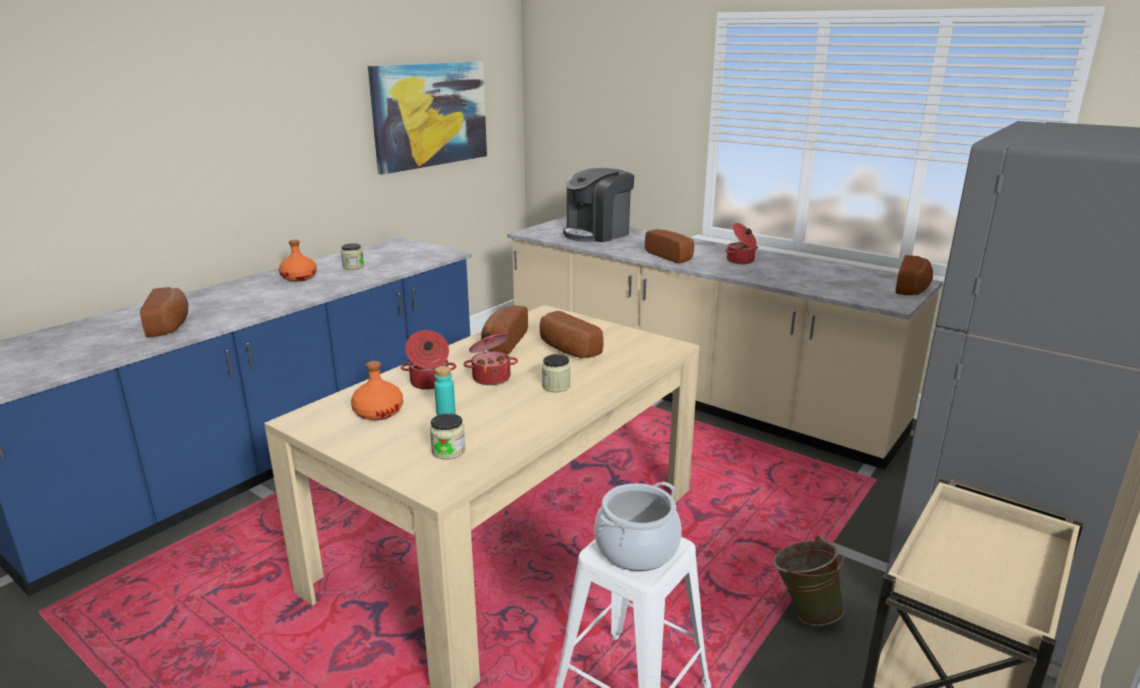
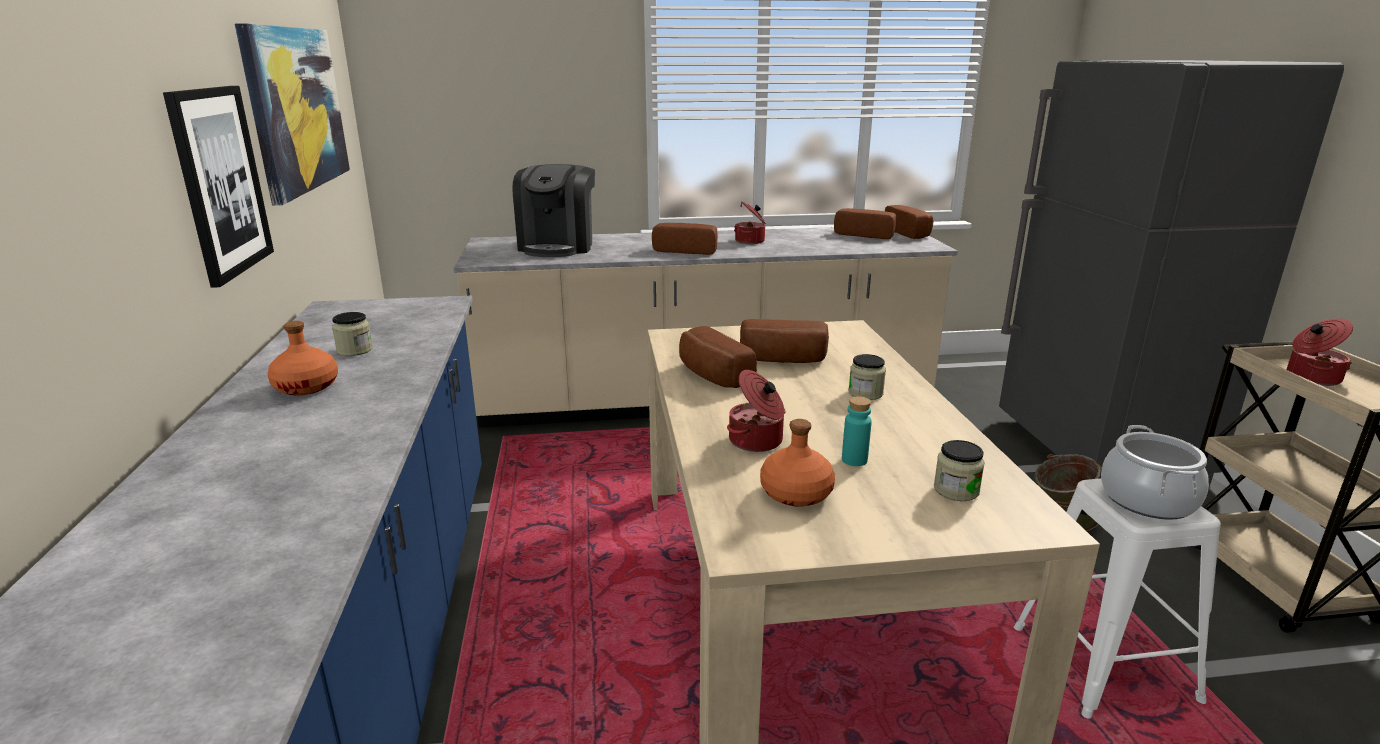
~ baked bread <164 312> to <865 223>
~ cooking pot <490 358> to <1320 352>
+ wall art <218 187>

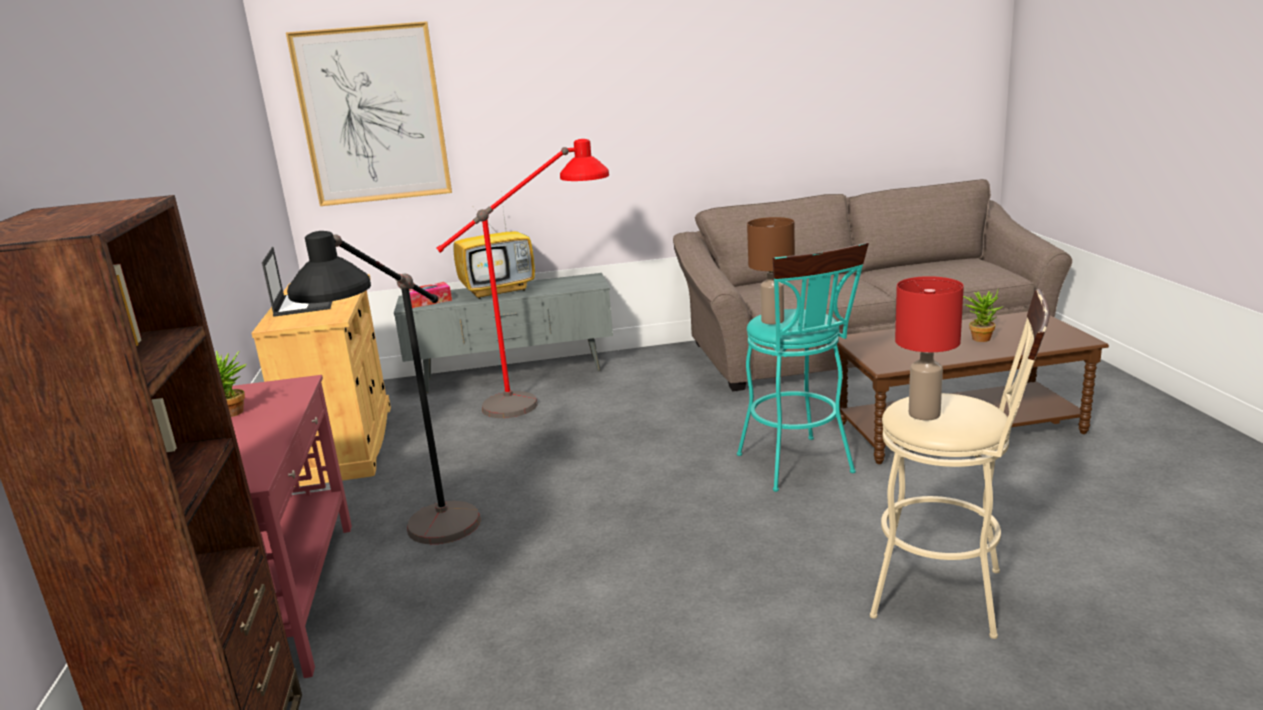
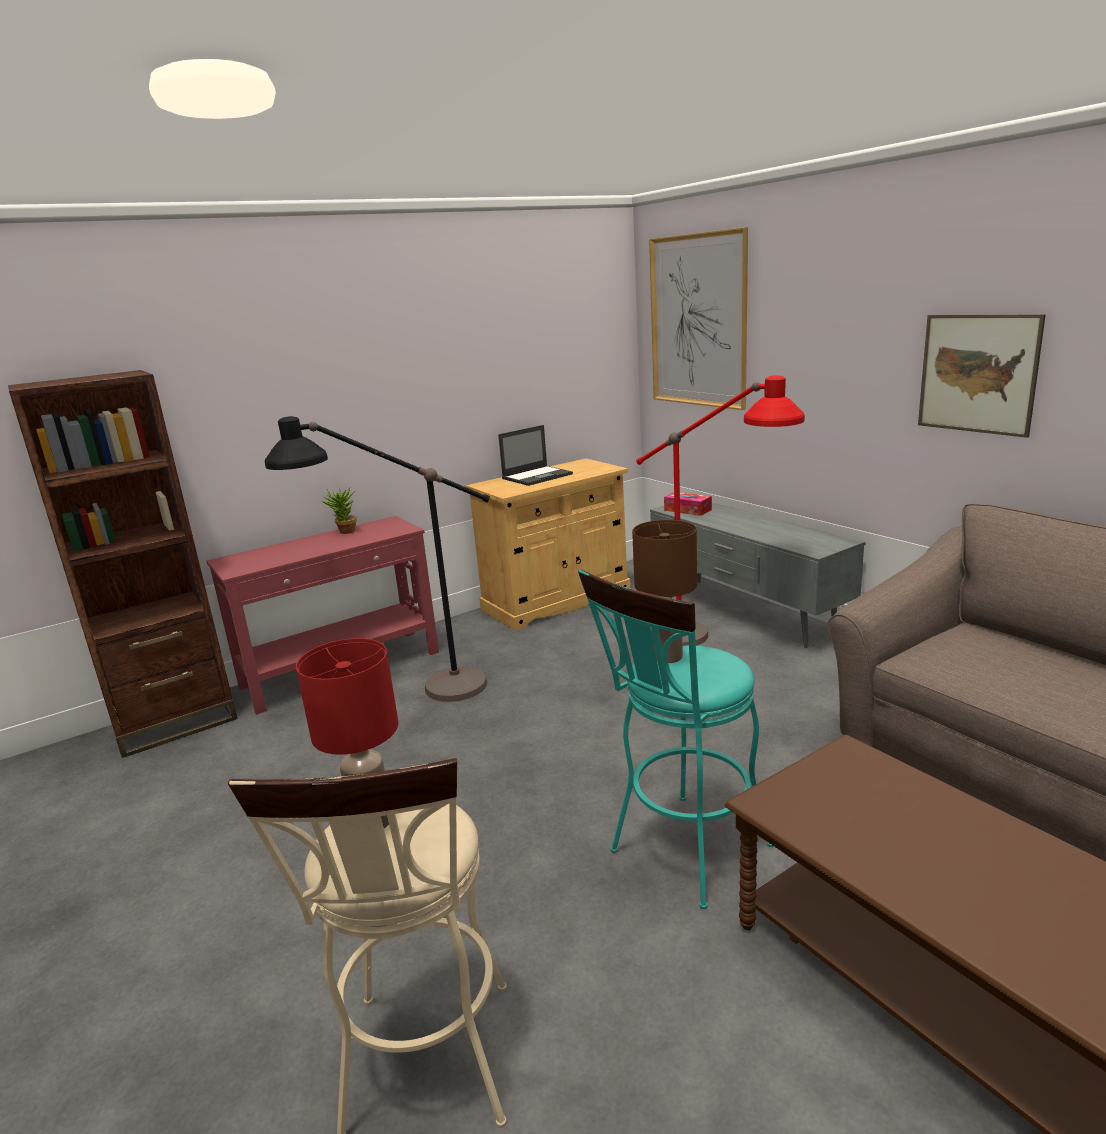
- TV <494 246>
- plant in a pot <983 315>
+ wall art <982 376>

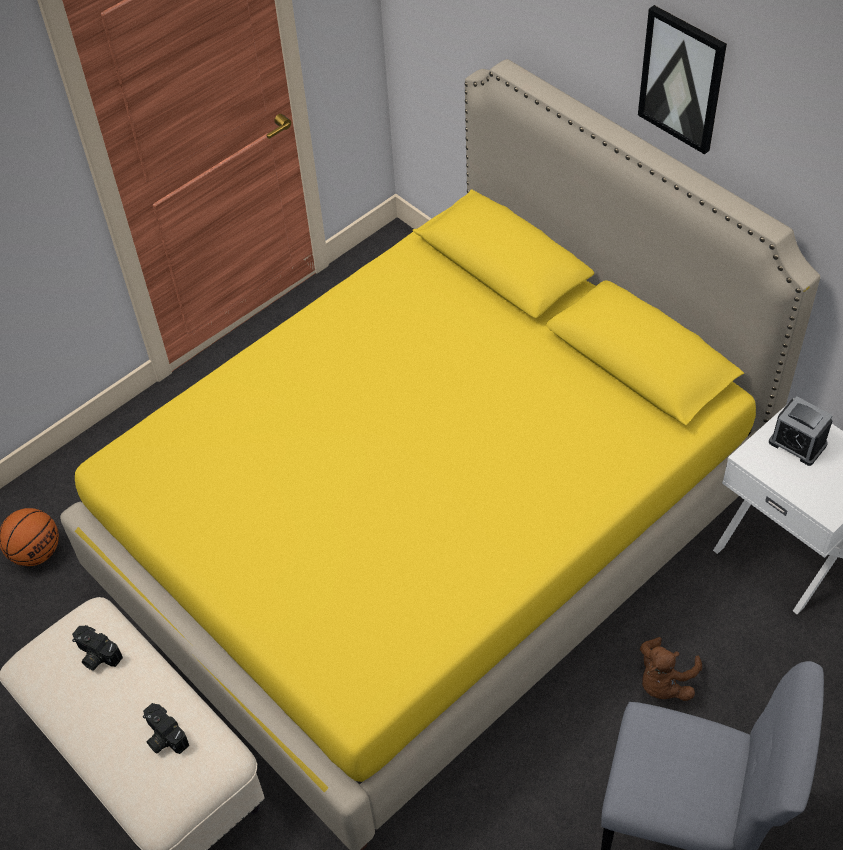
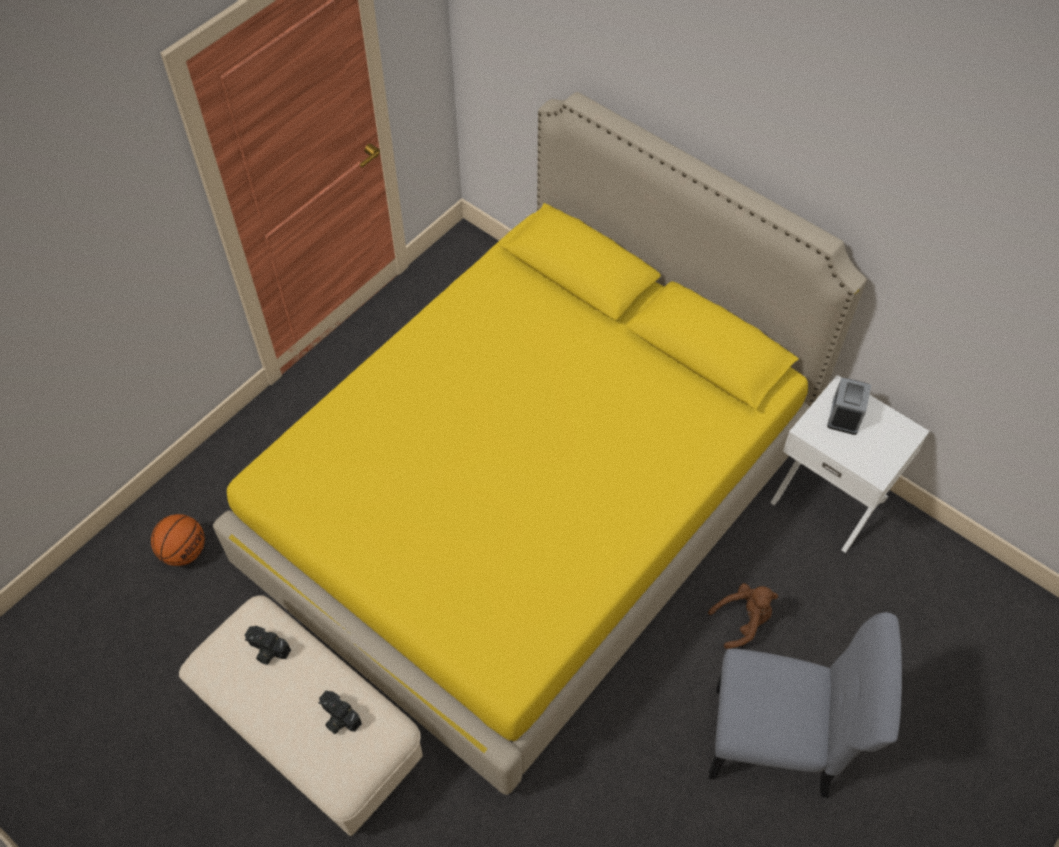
- wall art <682 79>
~ plush toy/brown <671 669> = <743 616> 135 degrees counterclockwise
~ table clock <801 431> = <849 406> 75 degrees clockwise

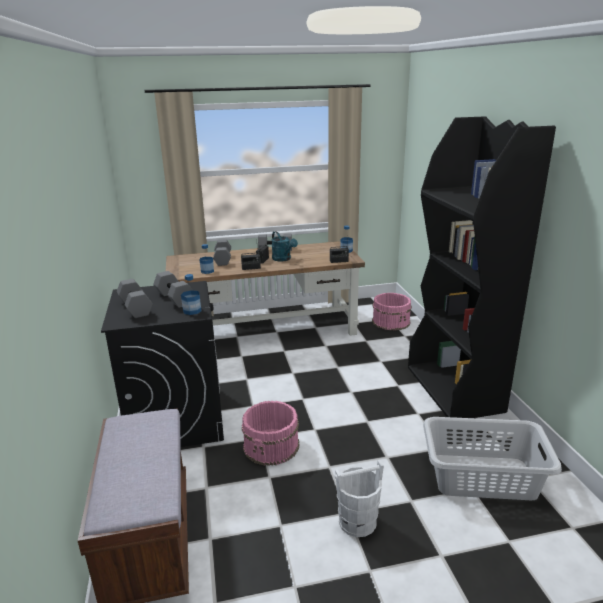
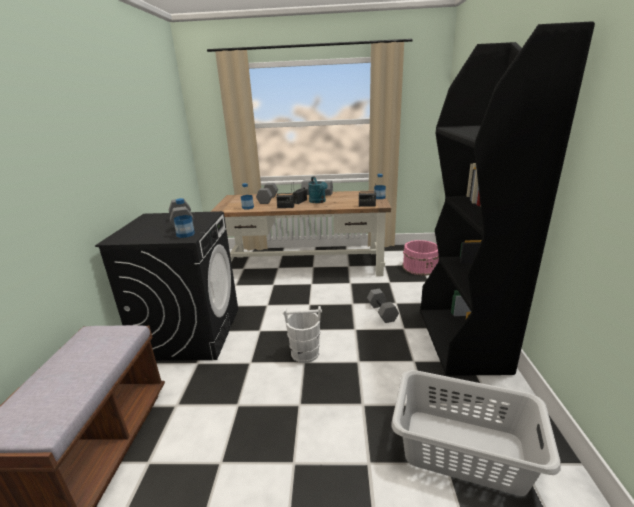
~ free weight/gray <135 298> to <383 306>
- water bucket/pink-coloured <270 433>
~ water bucket/white-coloured <359 498> to <302 334>

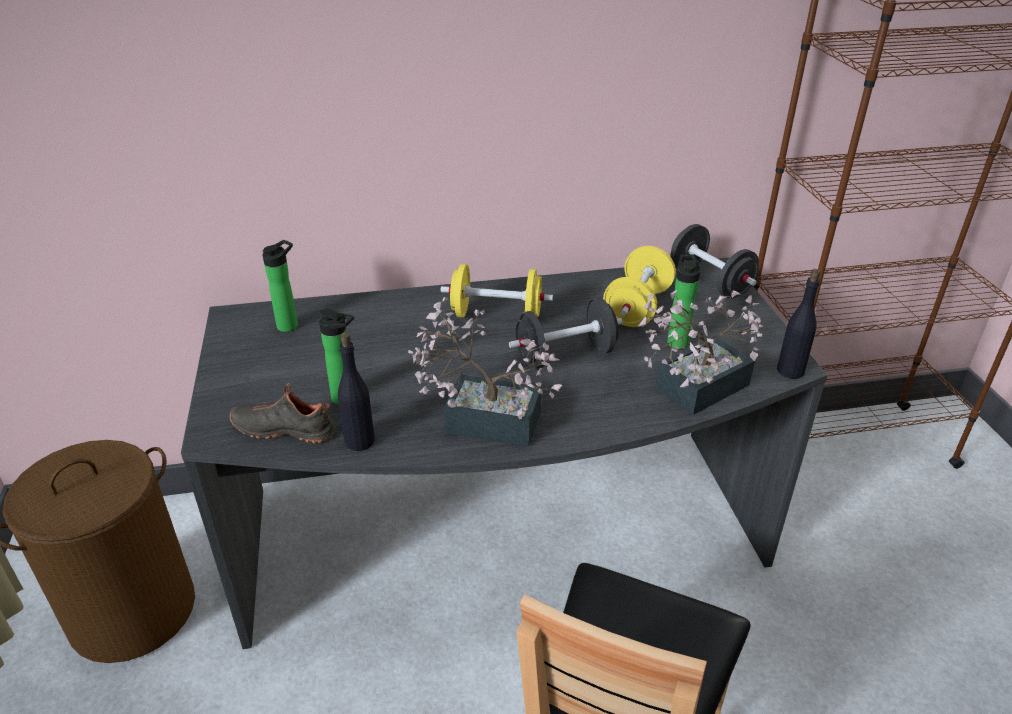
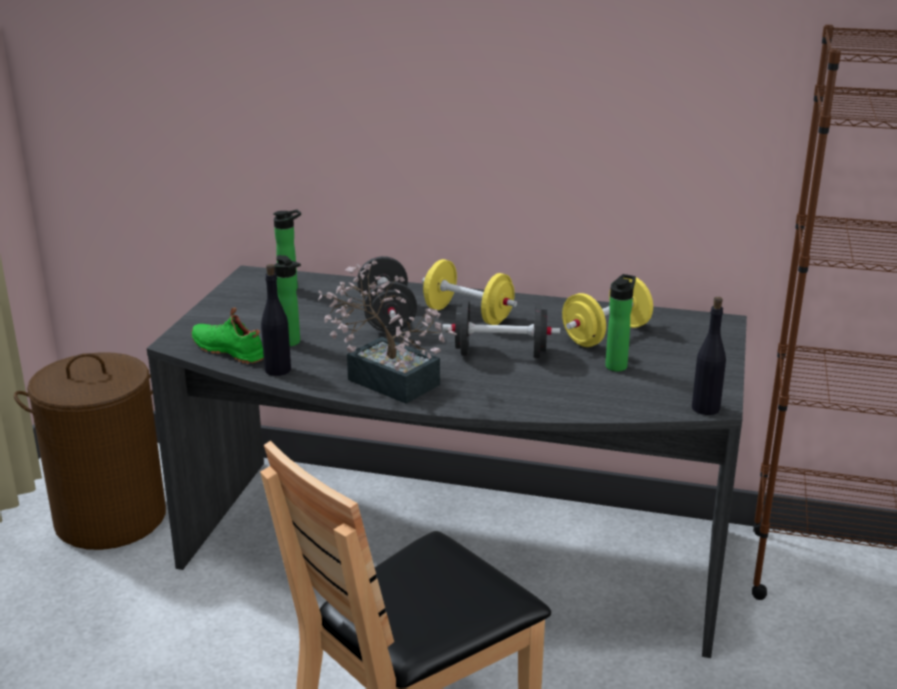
~ item of footwear/black-coloured <282 413> to item of footwear/green-coloured <227 335>
- plant in a pot <700 352>
~ free weight/black-coloured <714 261> to <387 294>

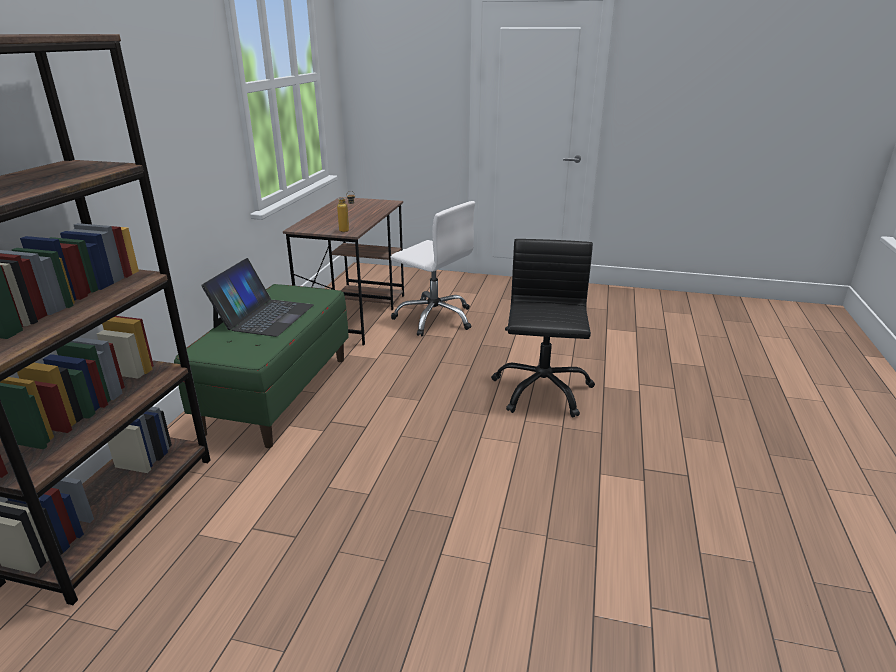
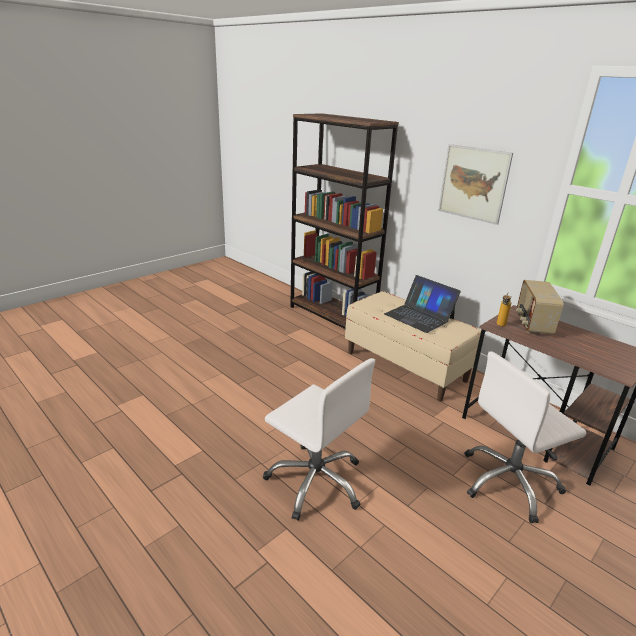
~ bench/green-coloured <261 366> to bench/sand-coloured <413 346>
~ office chair/black-coloured <543 328> to office chair/white-coloured <319 439>
+ wall art <475 184>
+ radio <540 307>

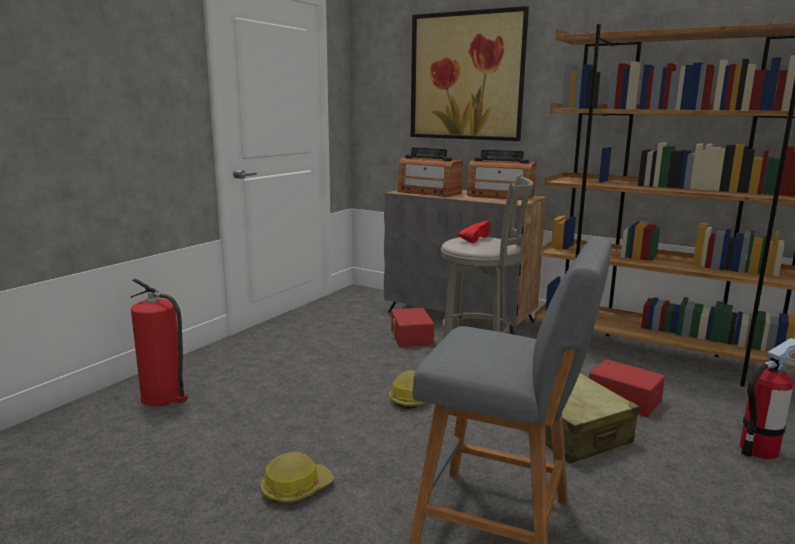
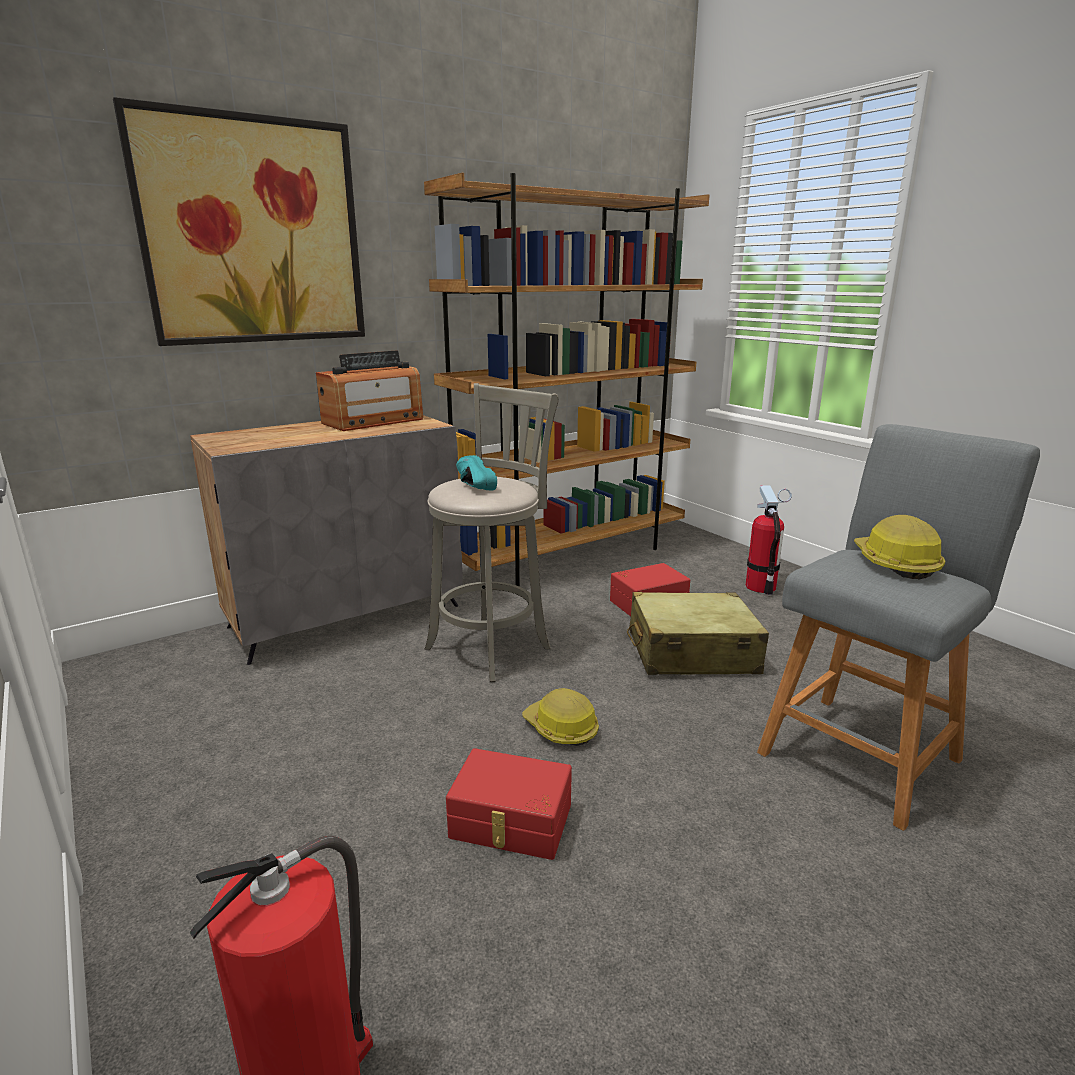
~ hard hat <297 477> to <899 547>
~ storage container/red-coloured <412 327> to <509 804>
- radio <430 172>
~ item of footwear/red-coloured <474 232> to item of footwear/turquoise <476 472>

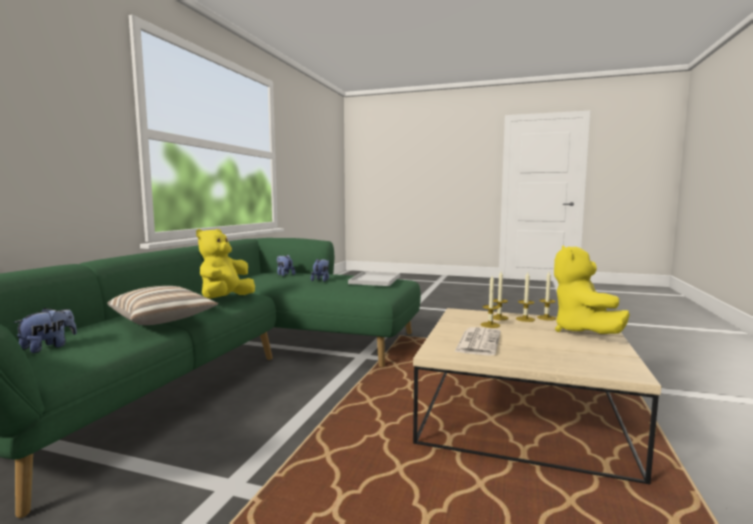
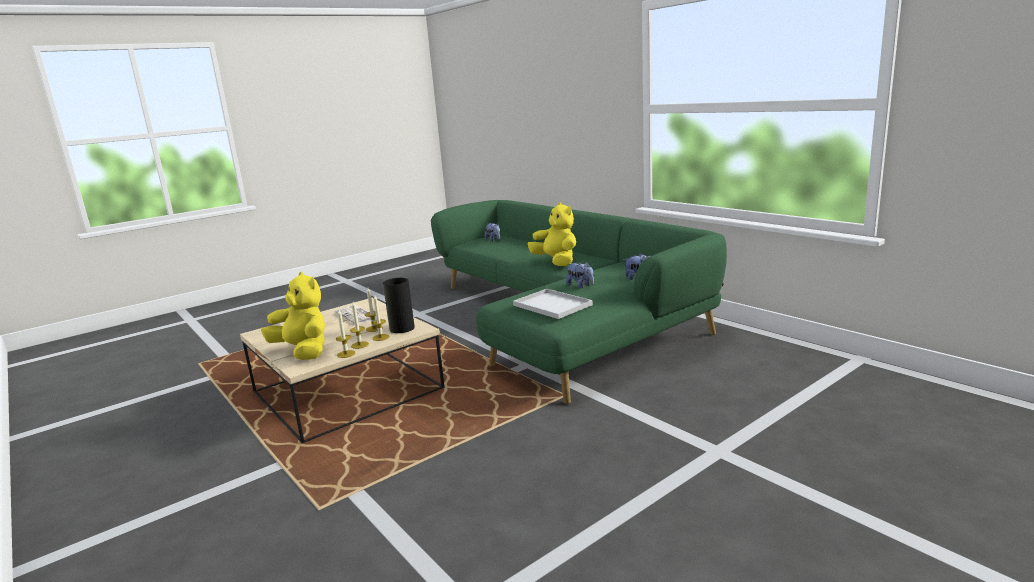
- pillow <162 305>
+ decorative vase <399 305>

